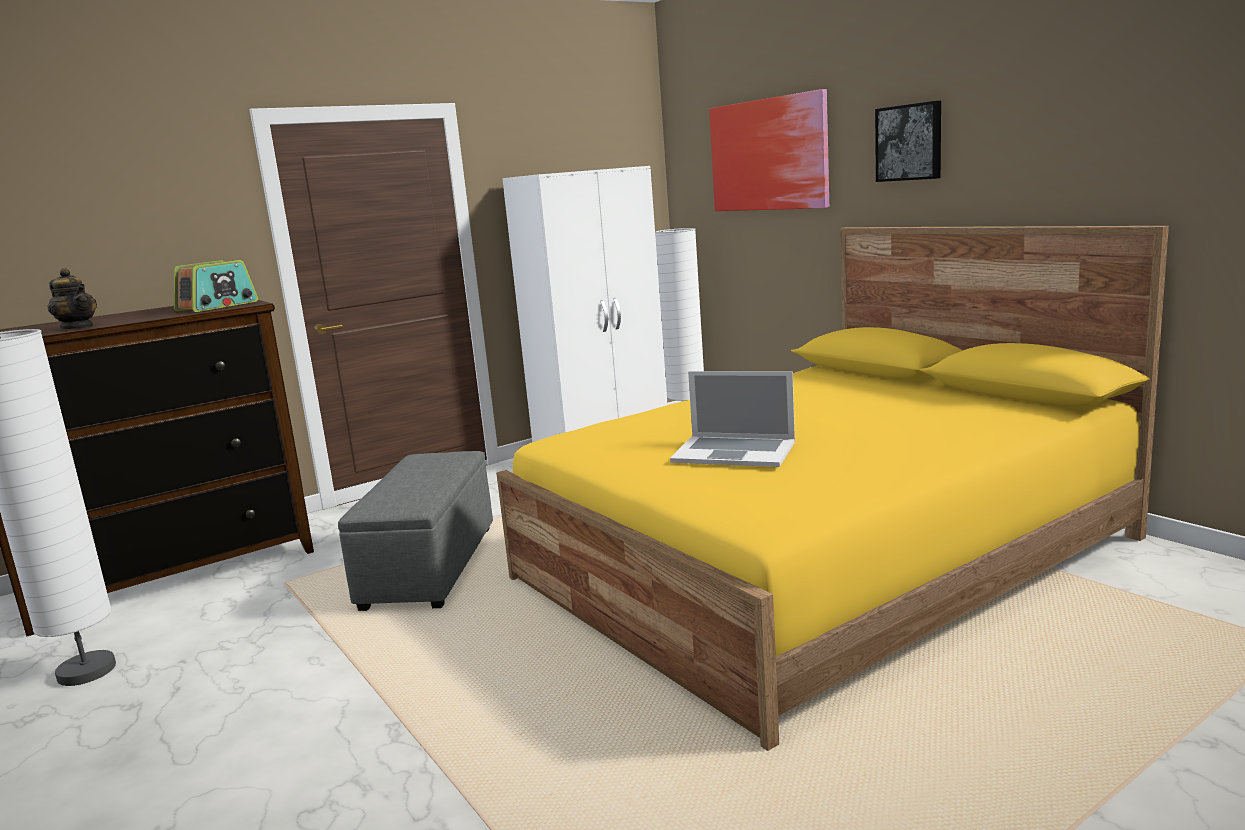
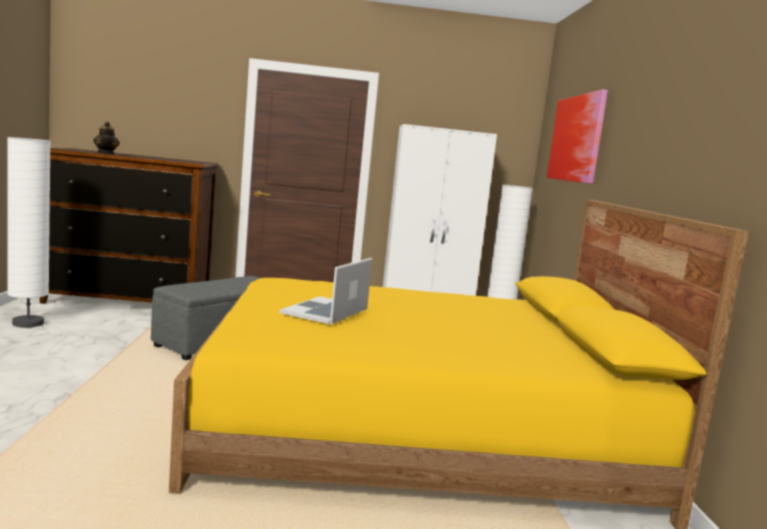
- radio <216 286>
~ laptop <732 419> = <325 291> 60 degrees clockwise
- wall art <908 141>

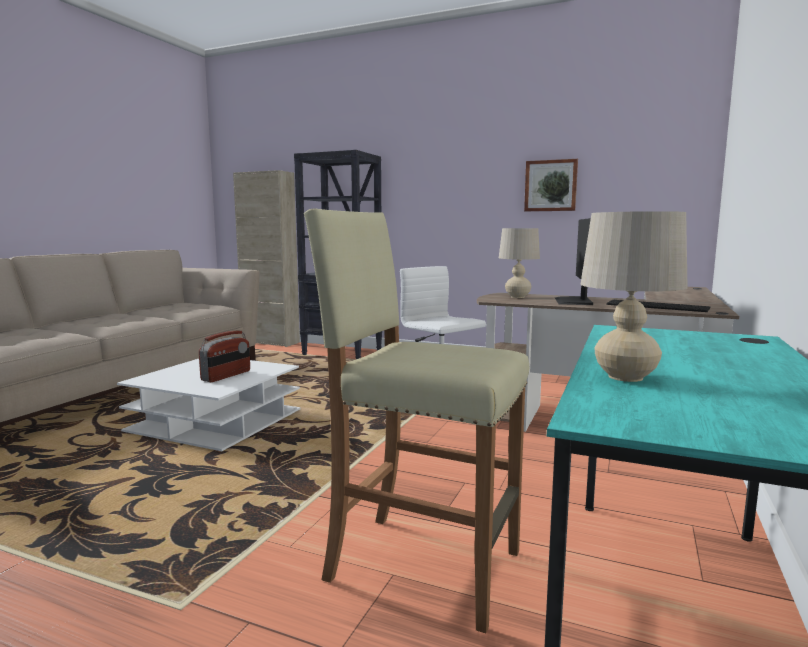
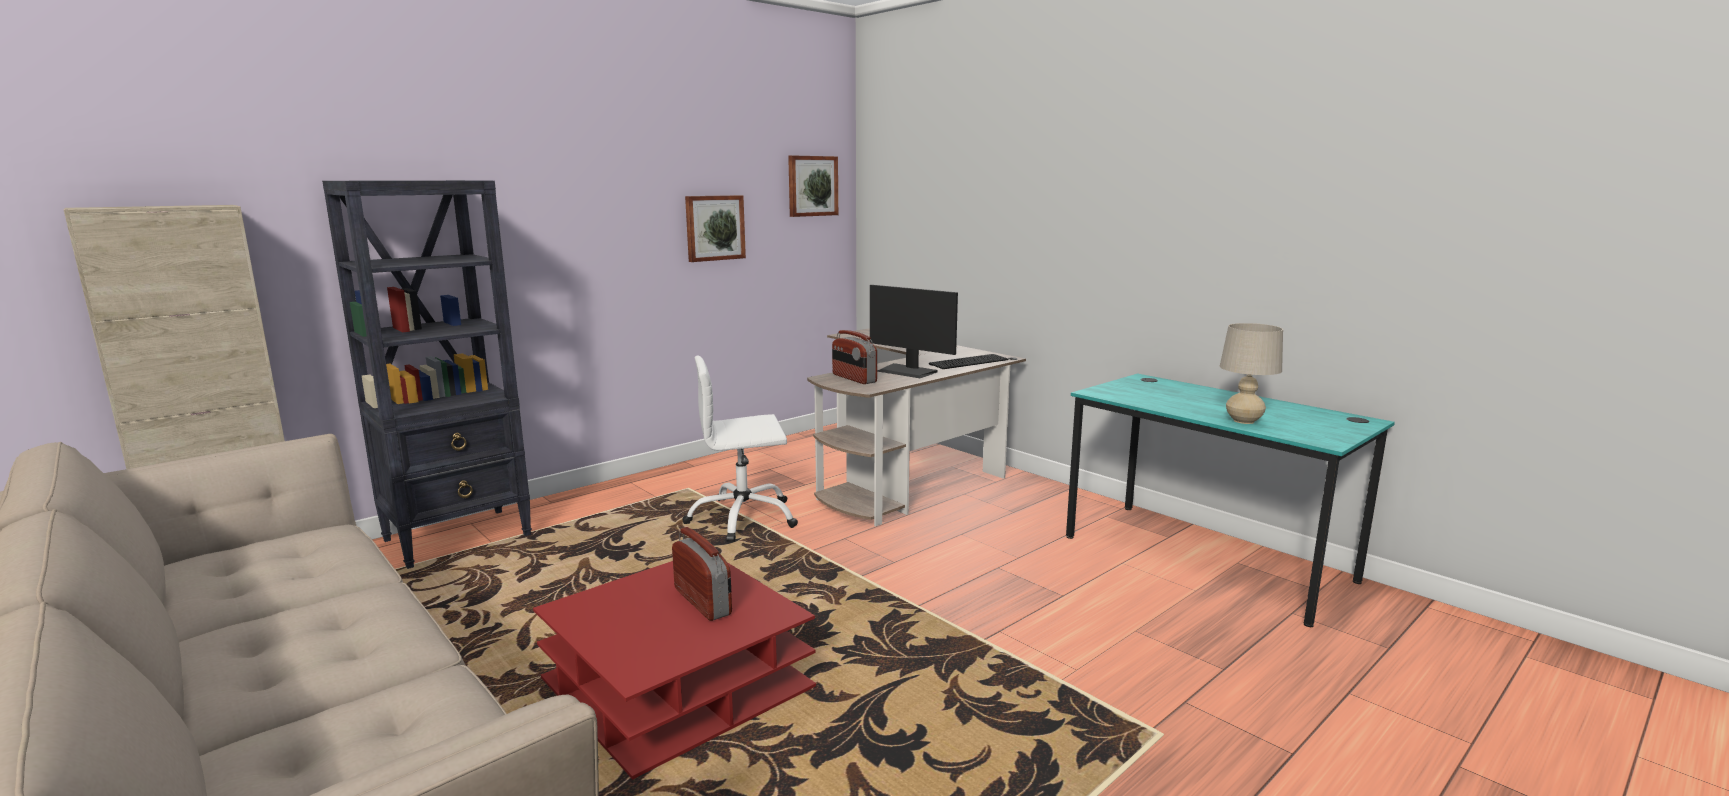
~ lounge table/white-coloured <208 405> to lounge table/red-coloured <674 670>
- stool/sand-coloured <416 421>
~ lamp for a table/sand-coloured <519 263> to radio <854 357>
+ wall art <813 186>

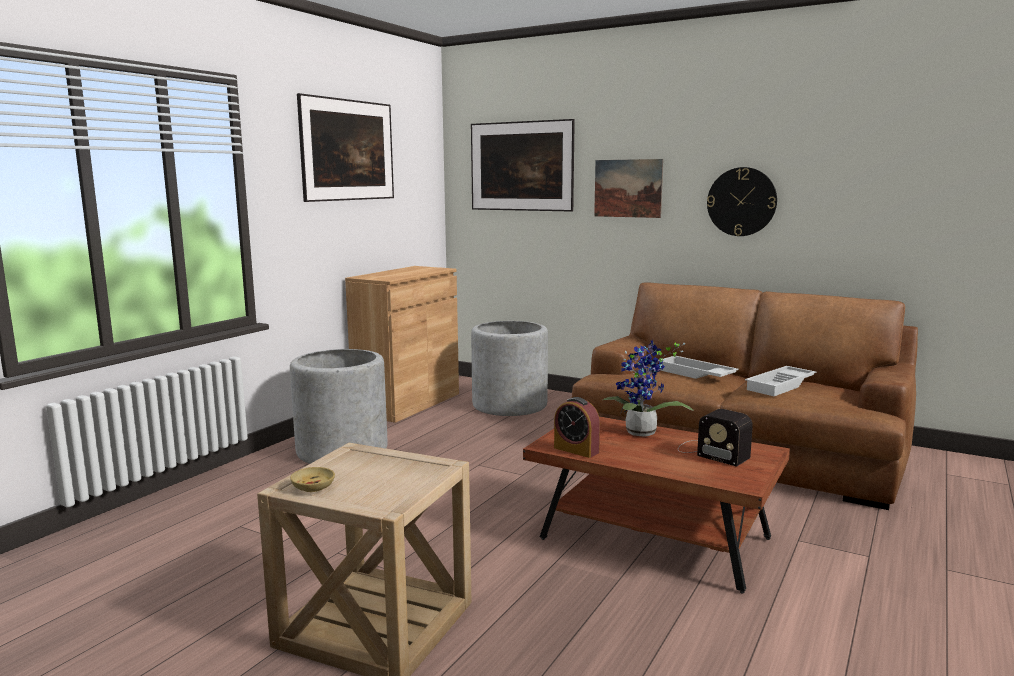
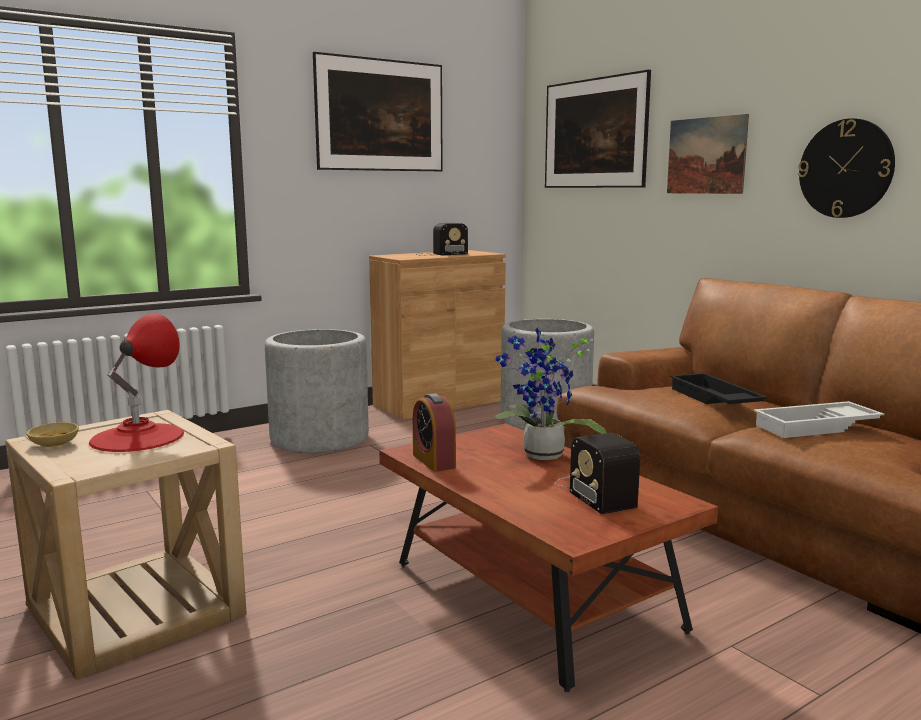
~ carrying tray/white-coloured <698 367> to carrying tray/black-coloured <718 388>
+ lamp for a table/red-coloured <136 382>
+ radio <442 239>

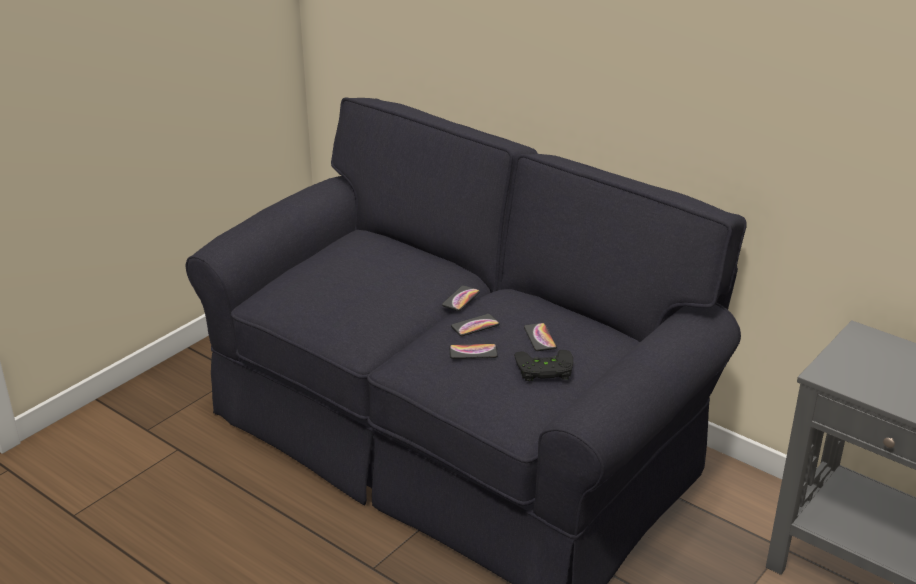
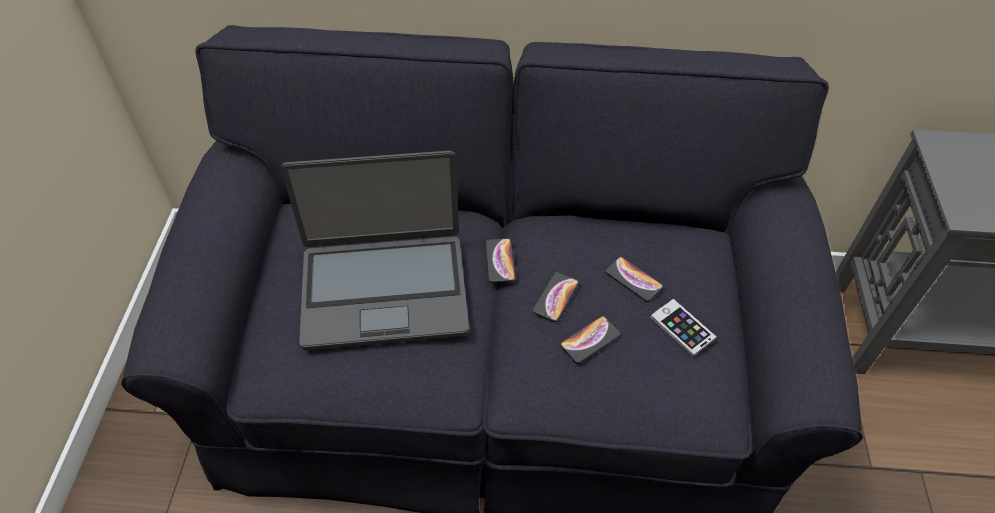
~ joypad/black-coloured <543 365> to telephone <683 328>
+ laptop <375 250>

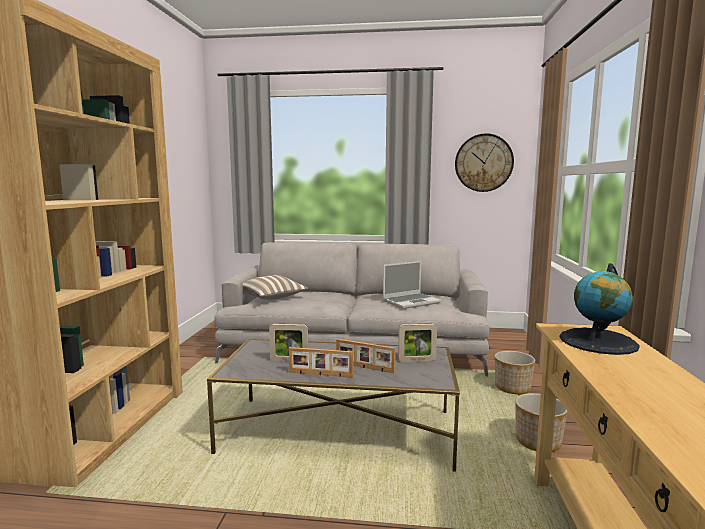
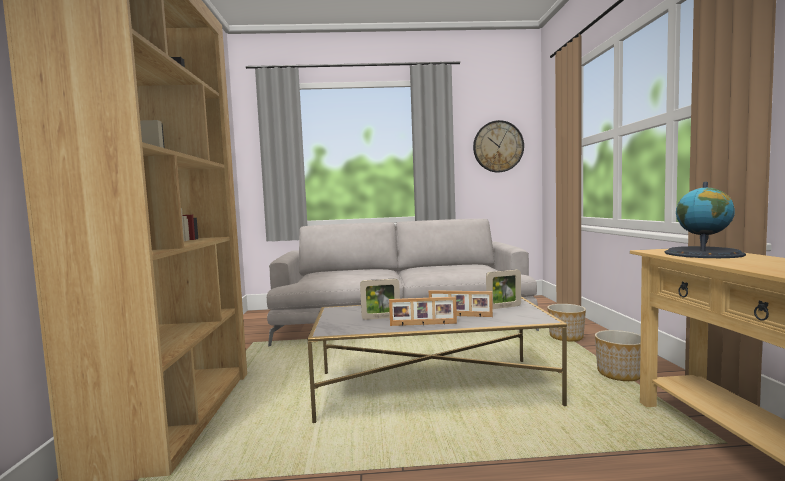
- pillow <275 287>
- laptop <412 285>

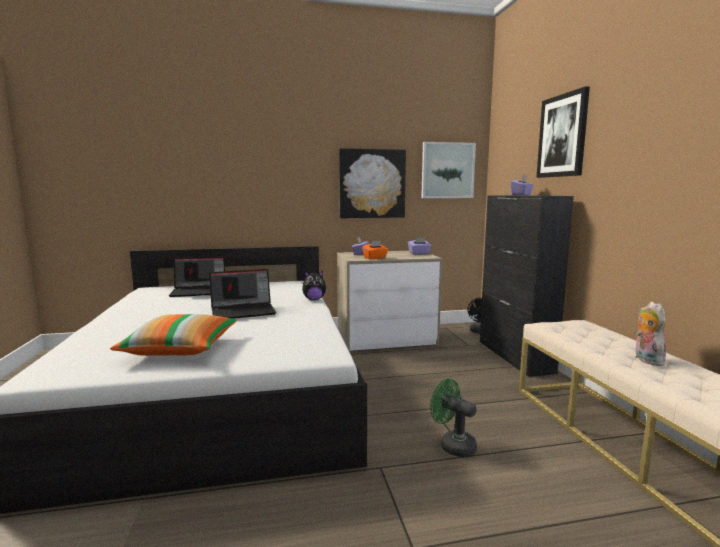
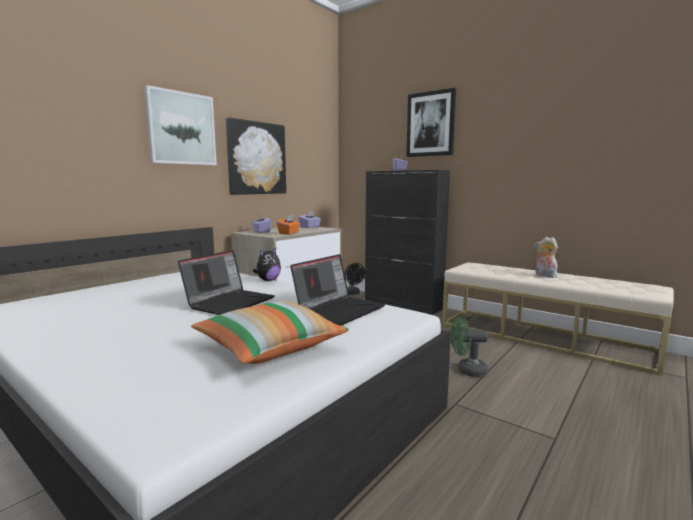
~ laptop <196 277> to <337 290>
~ wall art <448 170> to <180 125>

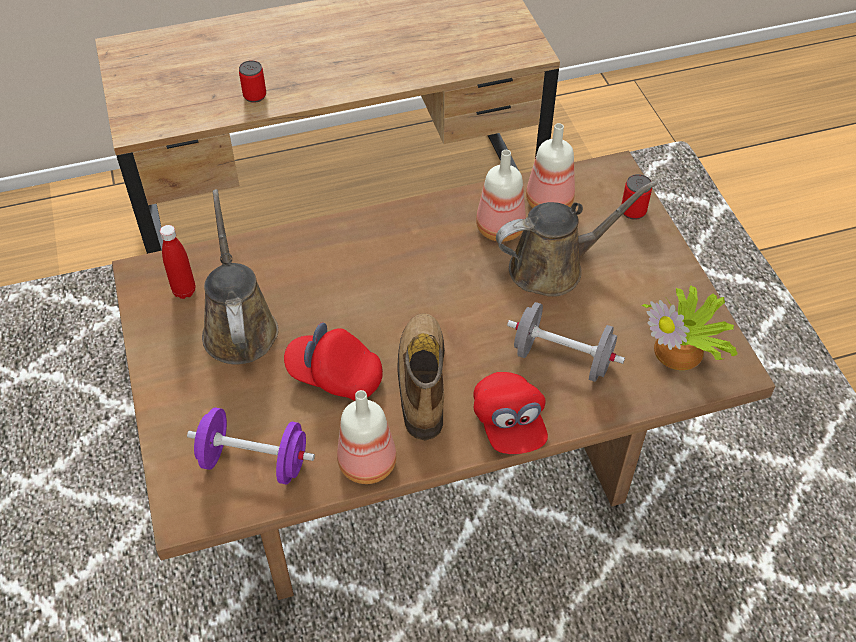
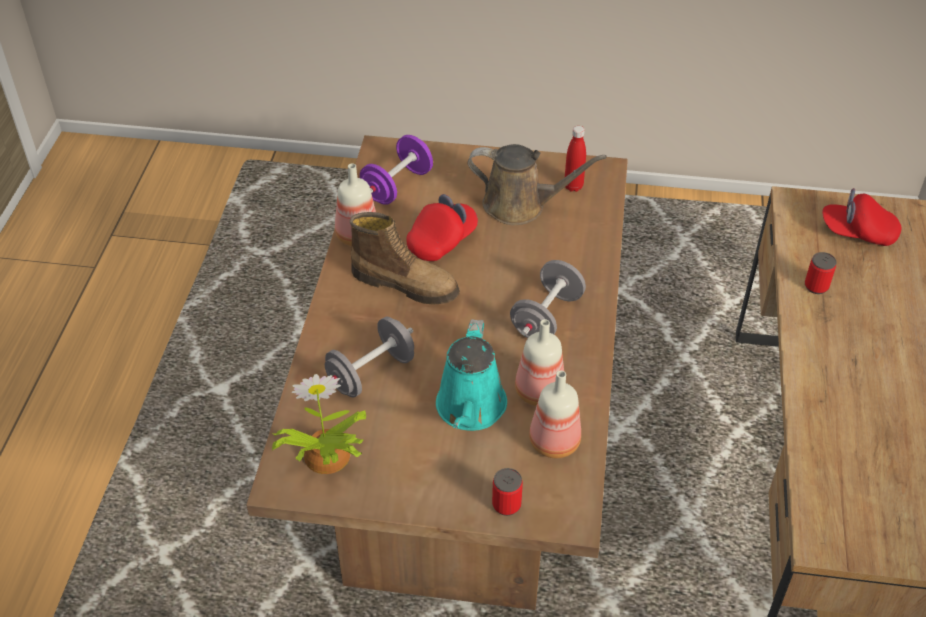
~ baseball cap/red-coloured <510 413> to <862 217>
~ sprinkling can/brown <576 239> to sprinkling can/turquoise <471 375>
+ free weight/gray <548 299>

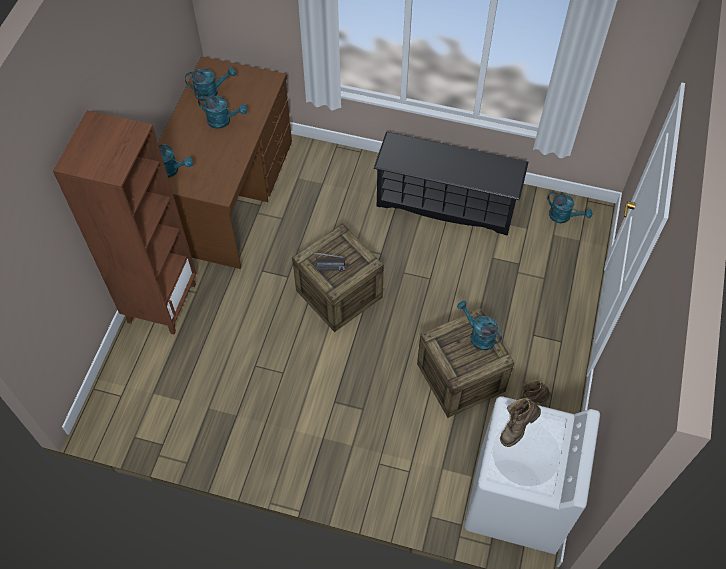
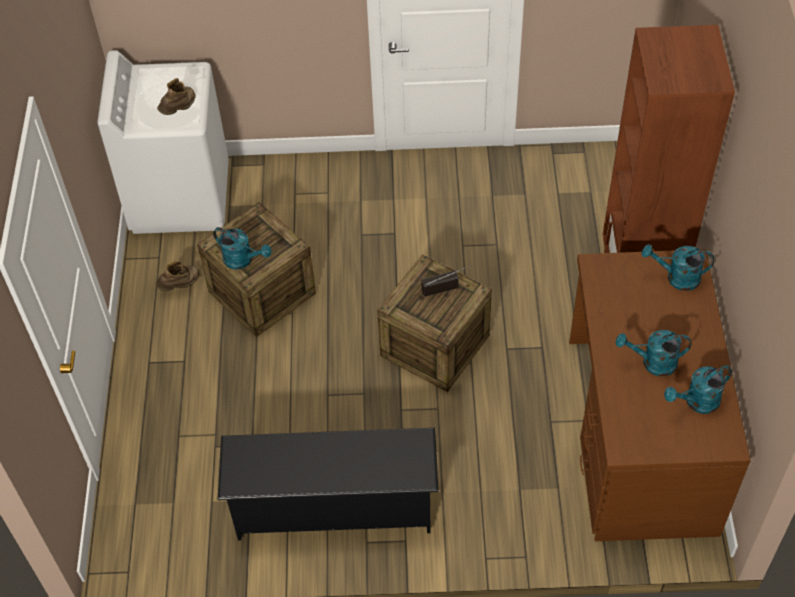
- sprinkling can/turquoise <570 207>

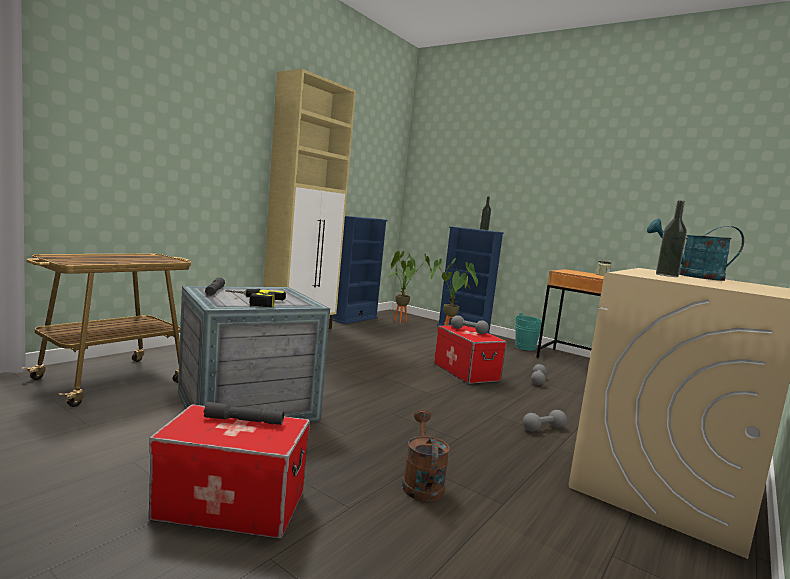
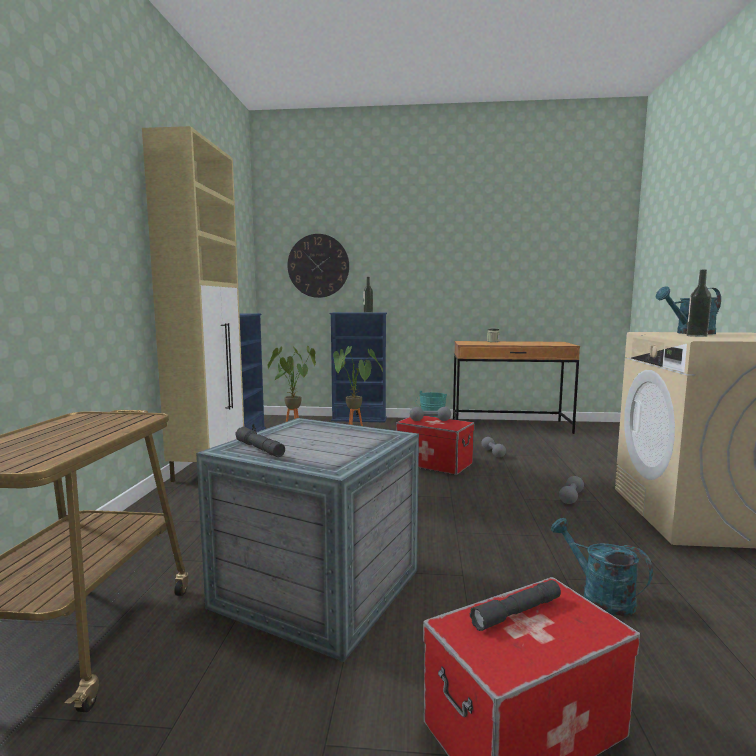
- drill <256 298>
~ sprinkling can/brown <426 456> to sprinkling can/turquoise <602 567>
+ hanging clock <318 266>

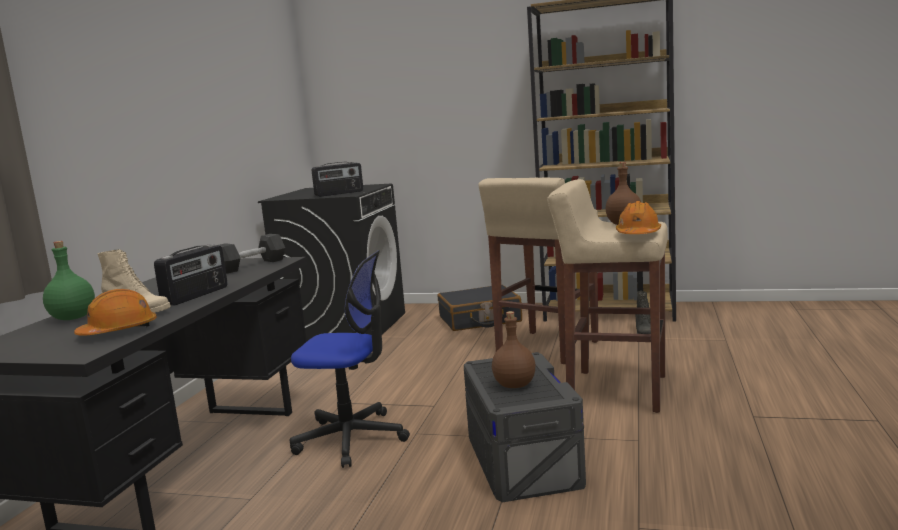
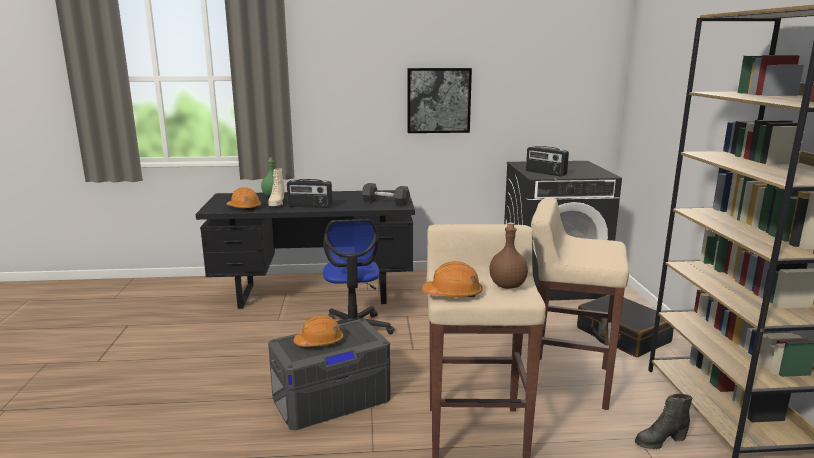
~ drink bottle/brown <513 349> to hard hat/orangey <318 331>
+ wall art <439 100>

